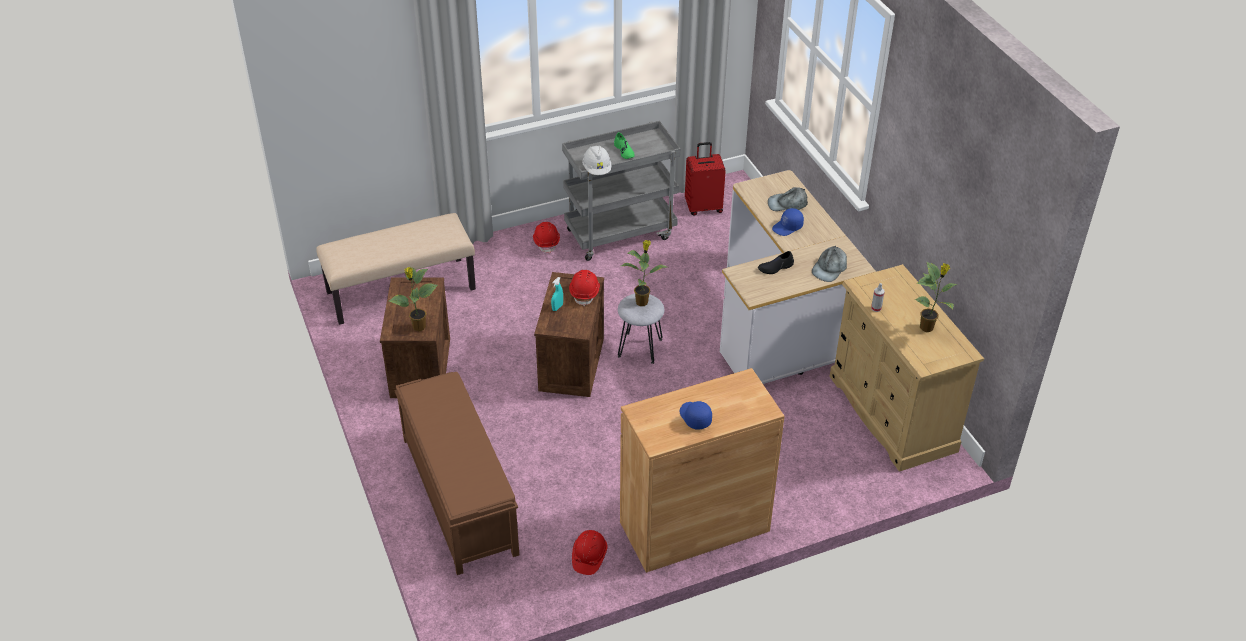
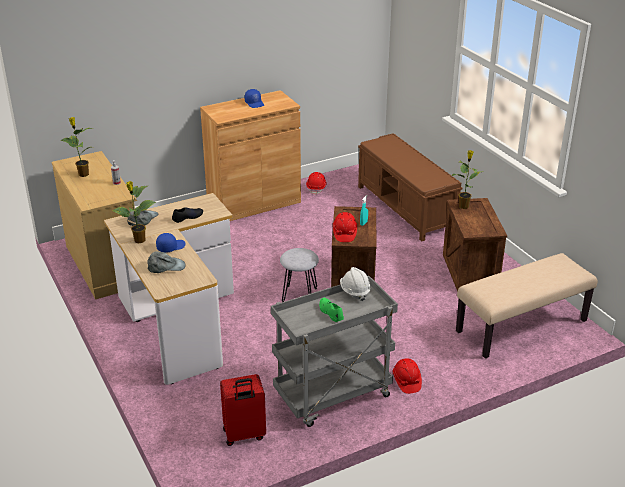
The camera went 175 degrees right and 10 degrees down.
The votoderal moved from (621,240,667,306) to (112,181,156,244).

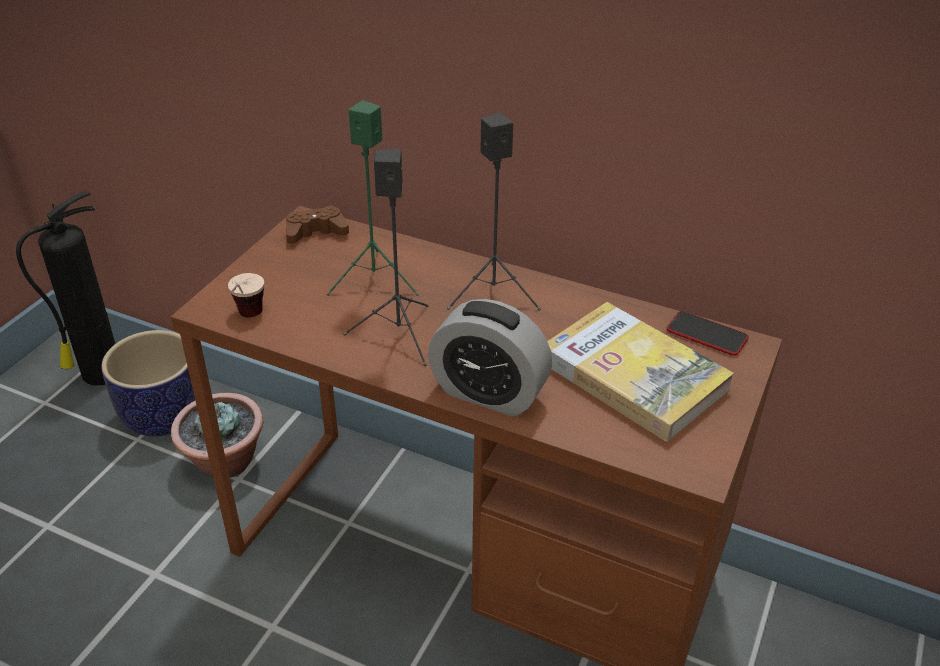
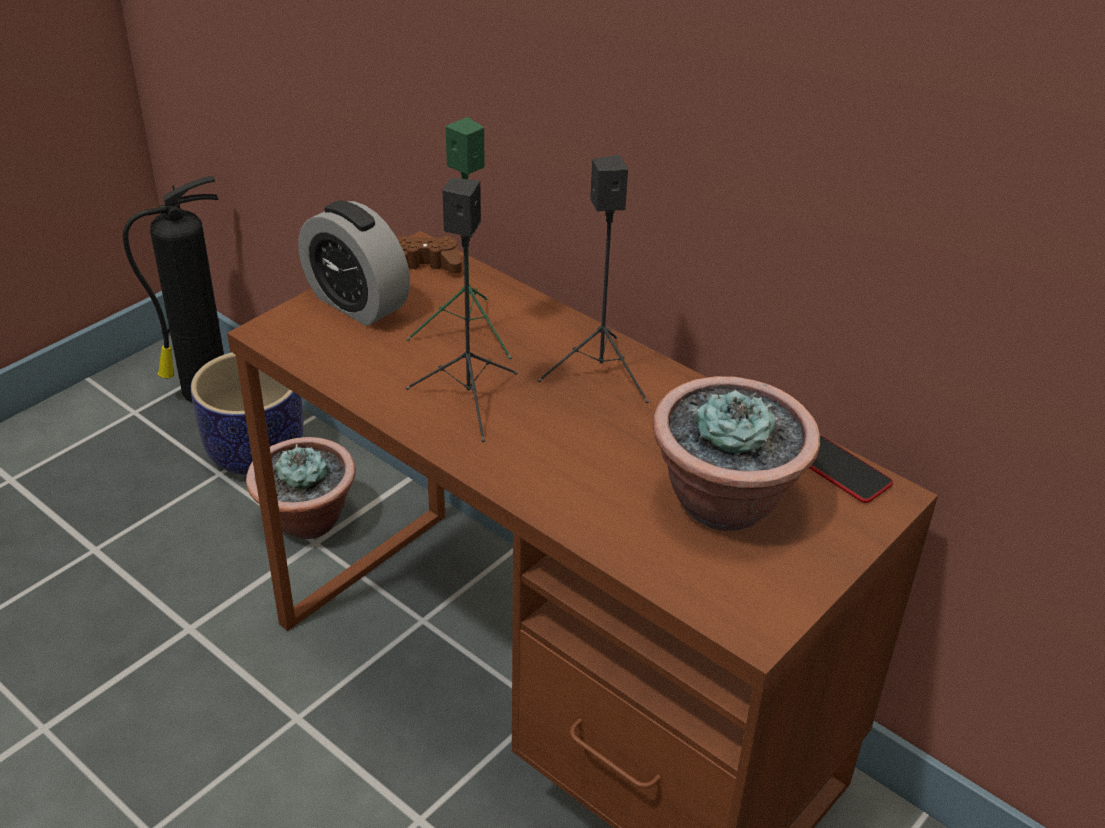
The camera went 15 degrees right and 0 degrees up.
The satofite at (228,273,264,318) disappeared.
The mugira moved from (428,299,552,416) to (298,200,410,326).
The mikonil at (547,302,734,442) was replaced by the votoderal at (652,376,820,531).

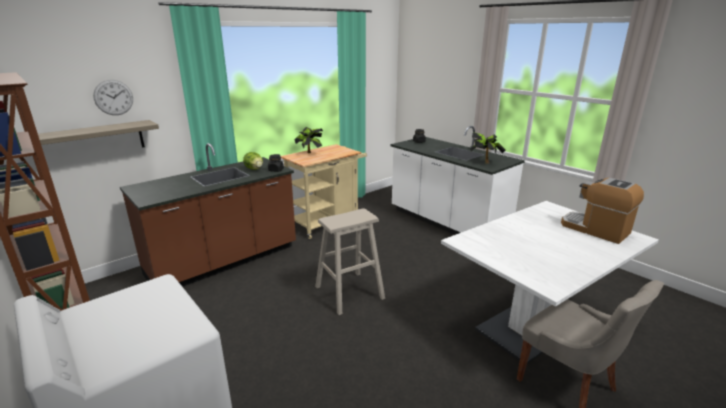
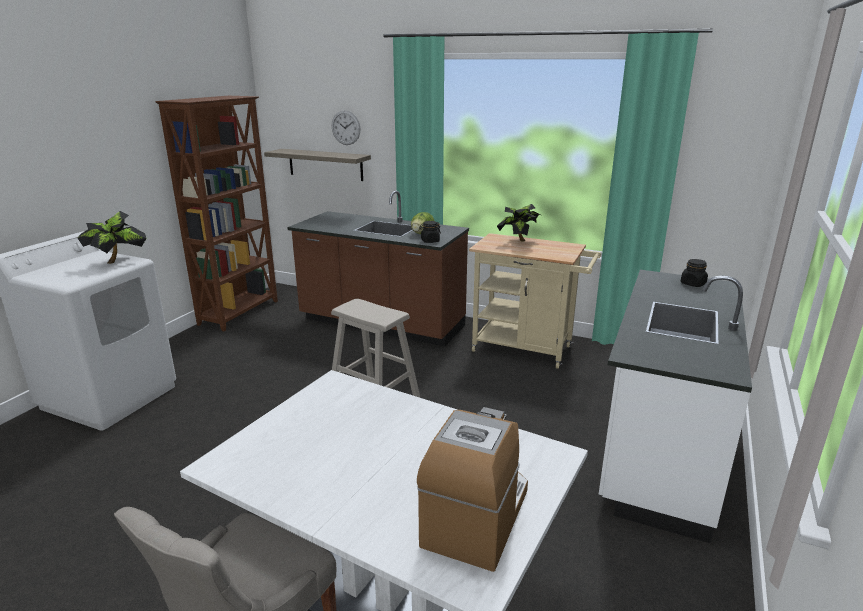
The camera went 65 degrees right and 0 degrees up.
The votoderal moved from (470,132,505,164) to (77,211,146,264).

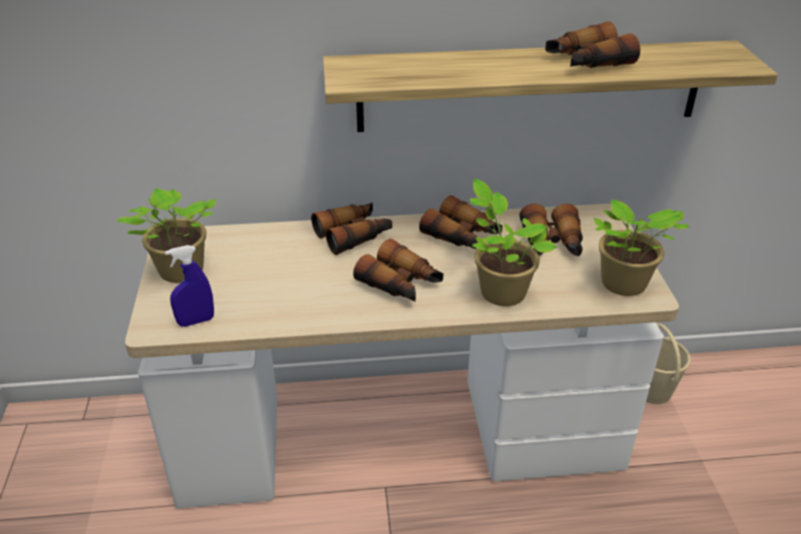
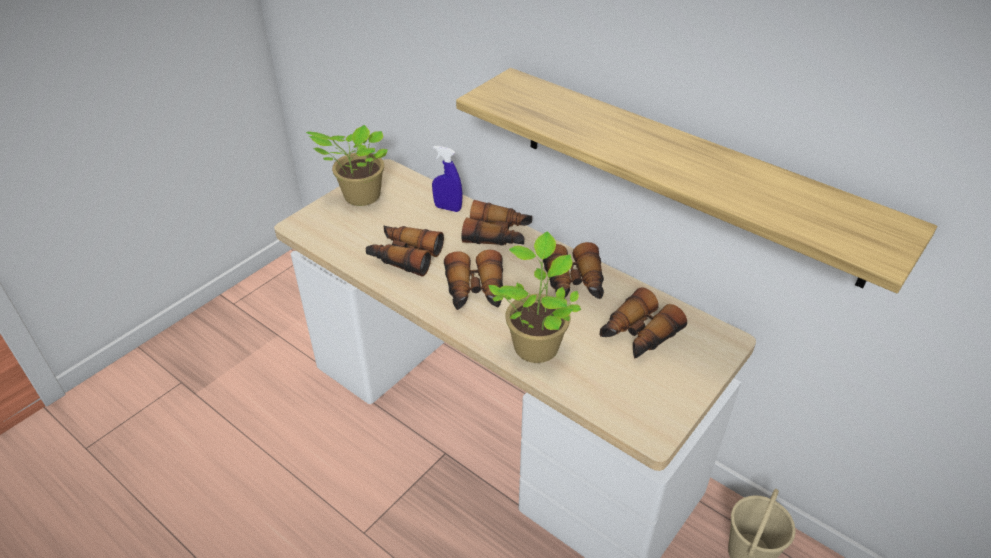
The camera went 45 degrees right and 5 degrees up.
The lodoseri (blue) moved from (165,245,214,327) to (432,146,462,212).
The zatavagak moved from (545,22,640,68) to (366,225,444,277).
The votoderal at (594,200,690,296) disappeared.

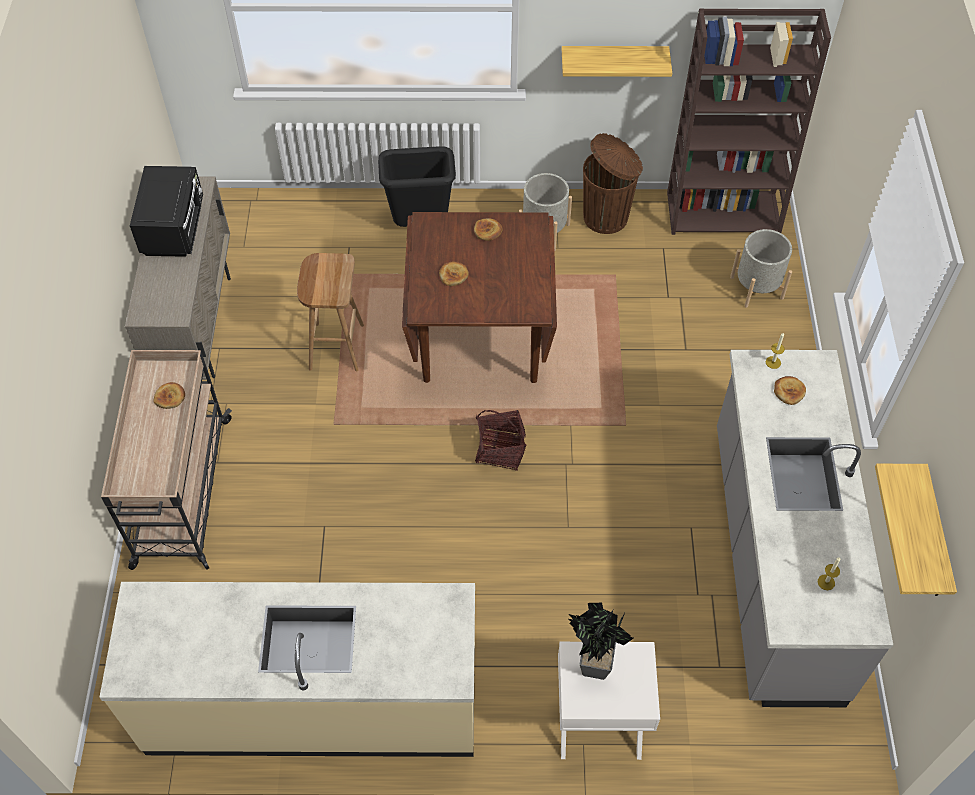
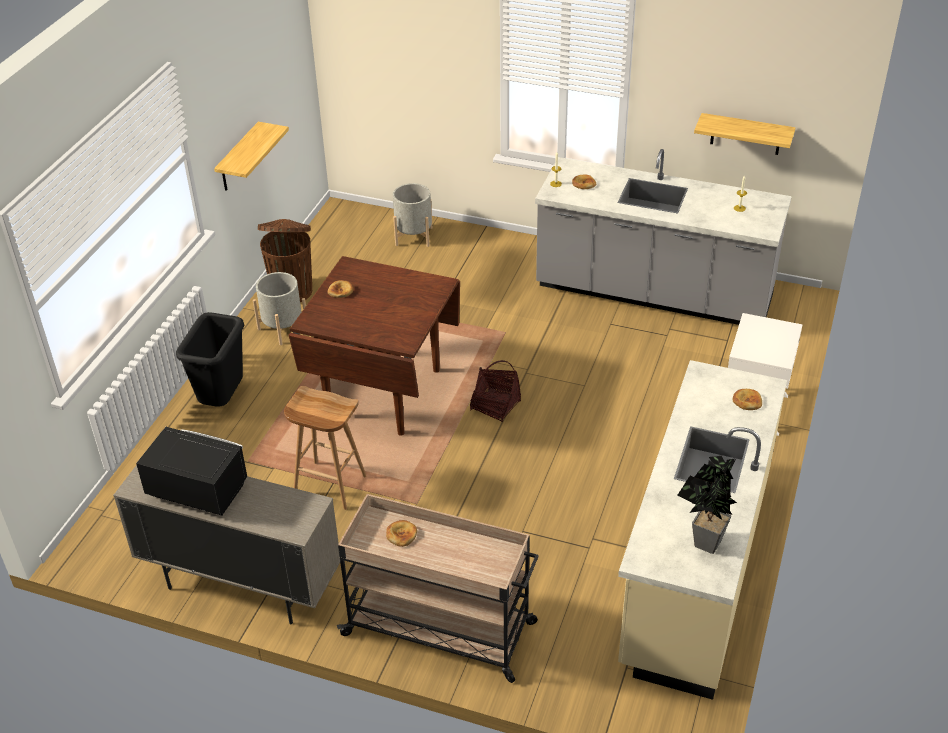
The camera went 70 degrees left and 15 degrees down.
The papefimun moved from (439,262,469,286) to (733,389,762,410).
The votoderal moved from (568,603,634,680) to (677,456,737,554).
The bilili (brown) at (667,8,831,235) disappeared.

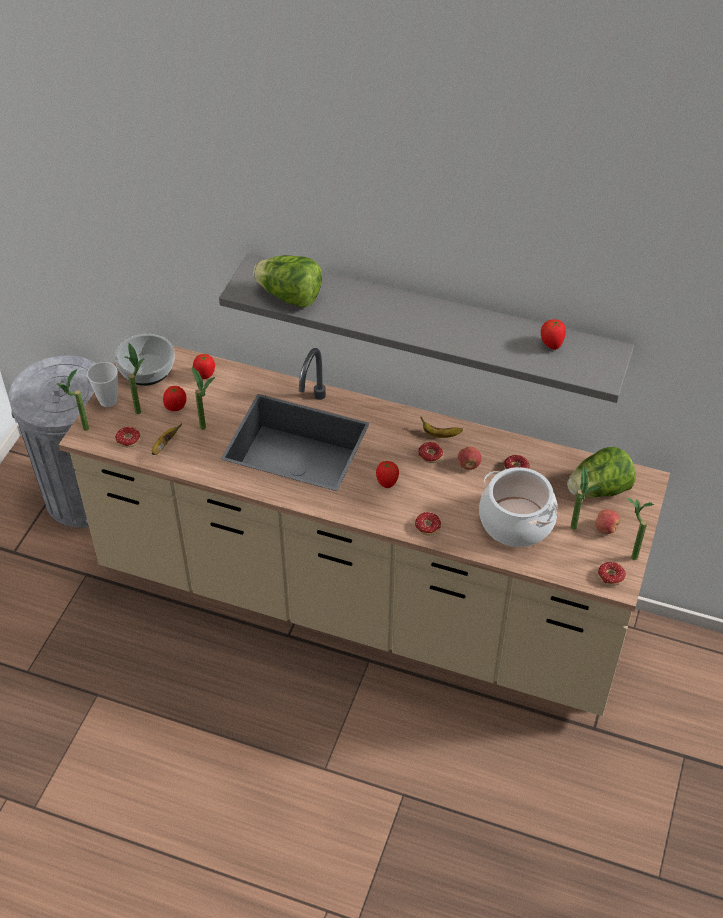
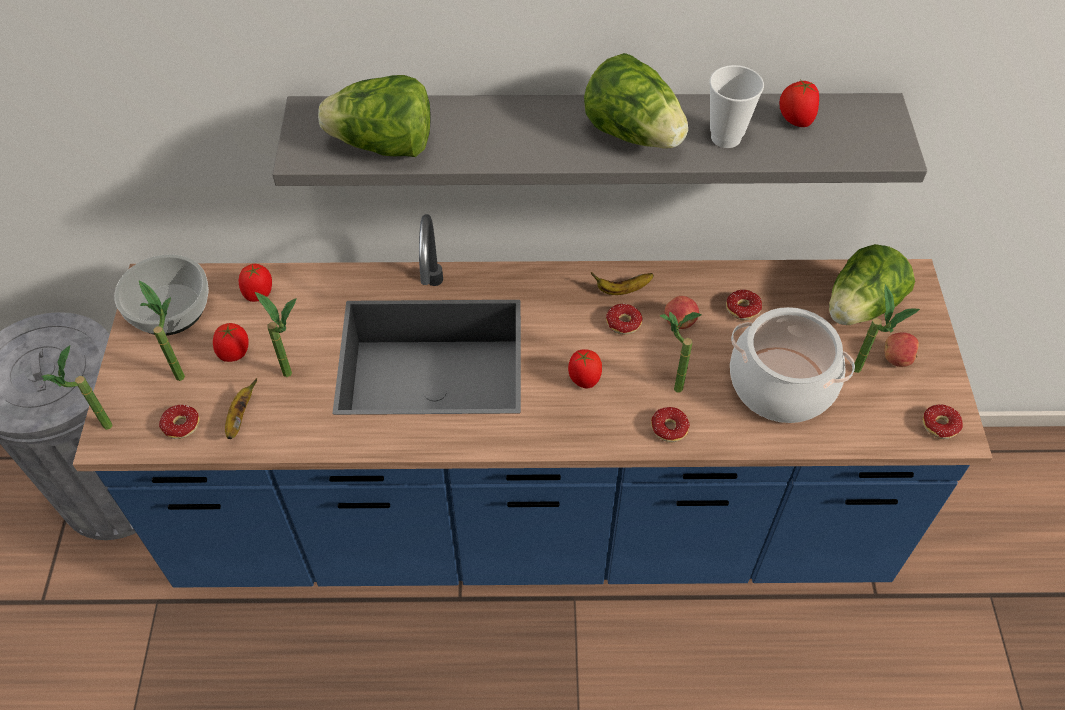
The camera went 20 degrees left and 5 degrees up.
The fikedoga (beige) at (59,346,670,716) became the fikedoga (blue) at (73,214,992,588).
The satofite moved from (87,362,118,407) to (709,65,764,148).
The votoderal moved from (626,498,654,560) to (659,311,702,393).
The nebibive at (584,53,688,149) appeared.

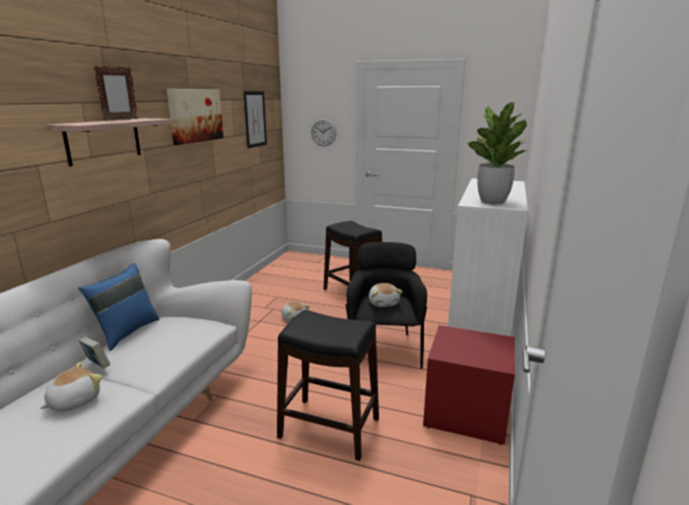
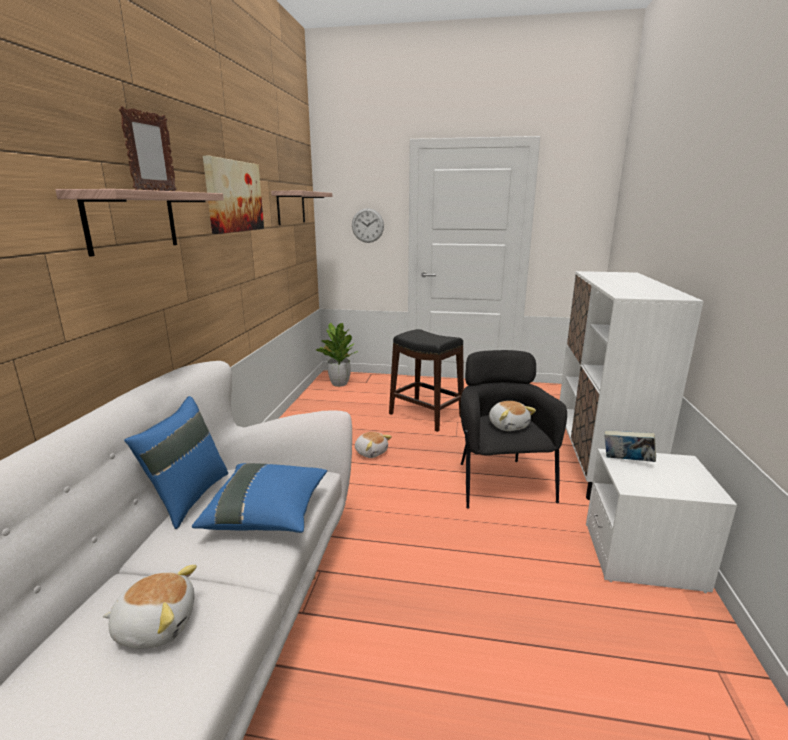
The camera went 10 degrees left and 0 degrees up.
The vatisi at (40,362,102,412) turned 60 degrees clockwise.
The mikonil moved from (78,337,110,369) to (604,430,656,462).
The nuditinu at (243,91,267,148) was replaced by the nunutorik at (271,191,332,225).
The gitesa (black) at (277,310,379,461) disappeared.
The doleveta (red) at (423,325,515,445) became the doleveta (white) at (586,449,737,593).
The votoderal moved from (467,102,534,205) to (316,323,356,387).
The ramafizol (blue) at (192,463,327,533) appeared.

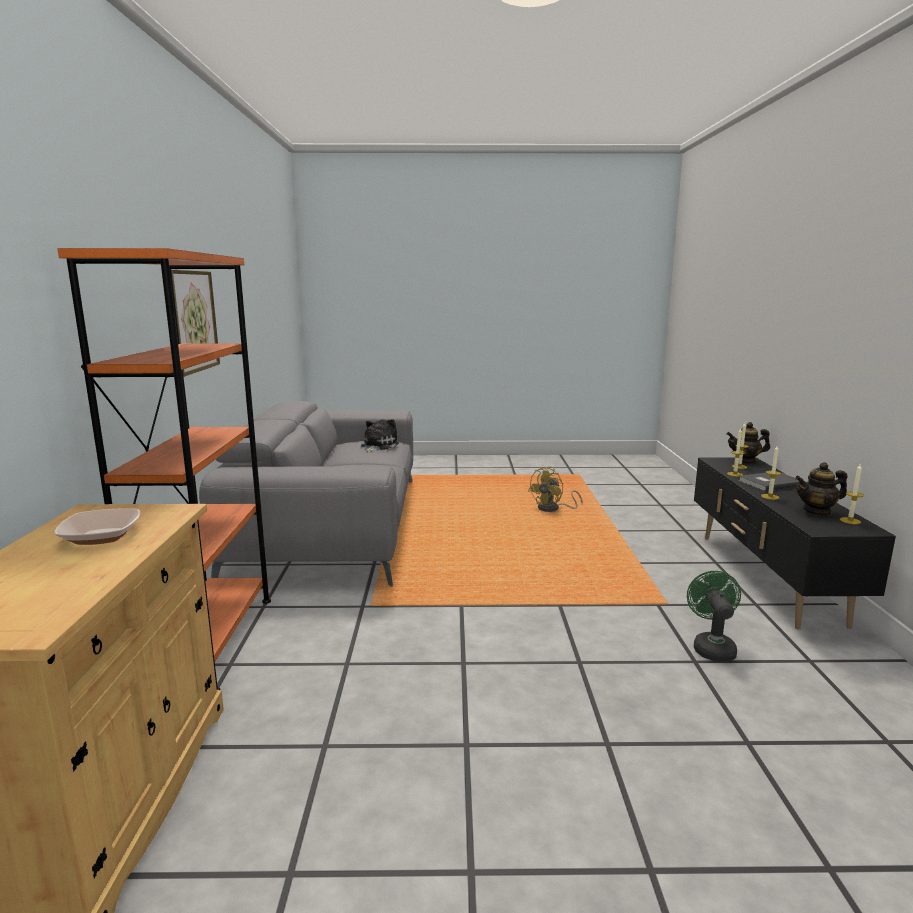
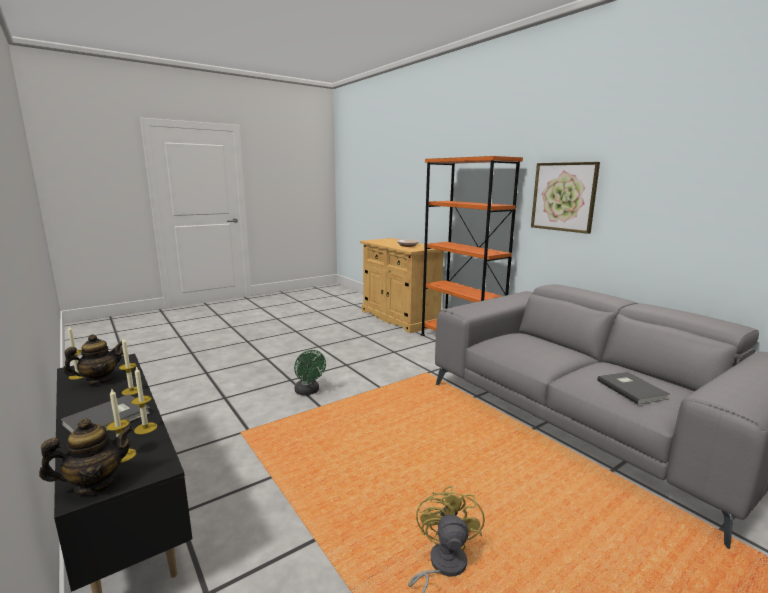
The camera went 145 degrees right and 0 degrees up.
The vatisi at (361,419,399,452) was replaced by the mikonil (grey) at (597,372,670,404).
The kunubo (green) moved from (687,571,741,662) to (294,350,326,395).

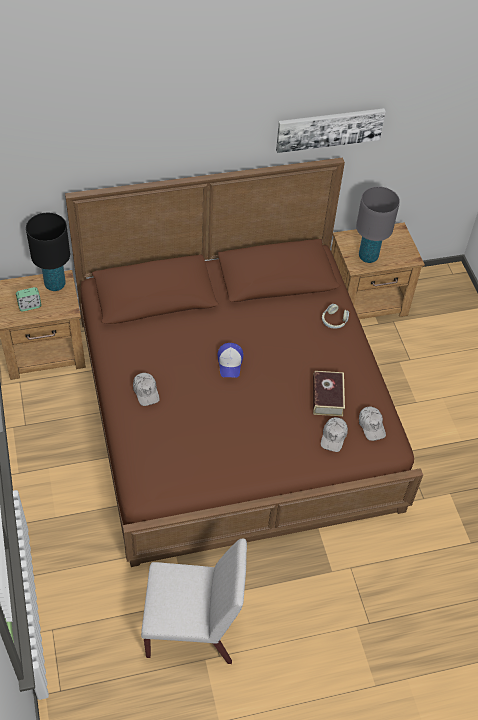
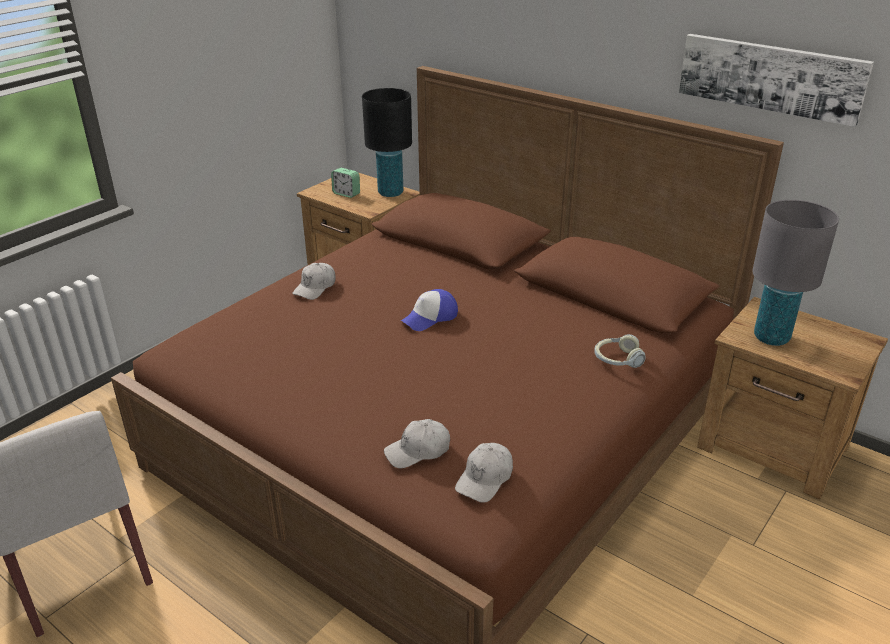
The camera went 55 degrees right and 20 degrees down.
The mikonil at (313,371,345,416) disappeared.

